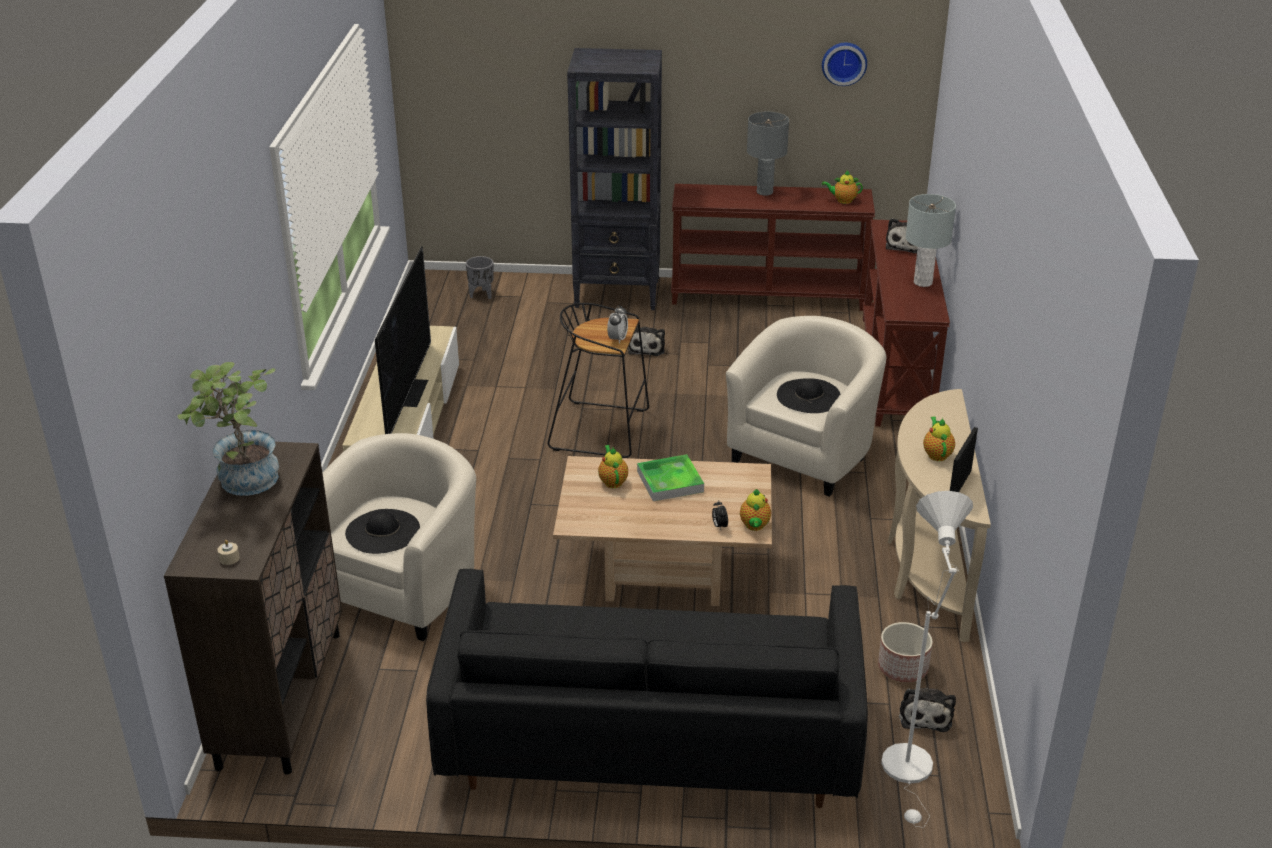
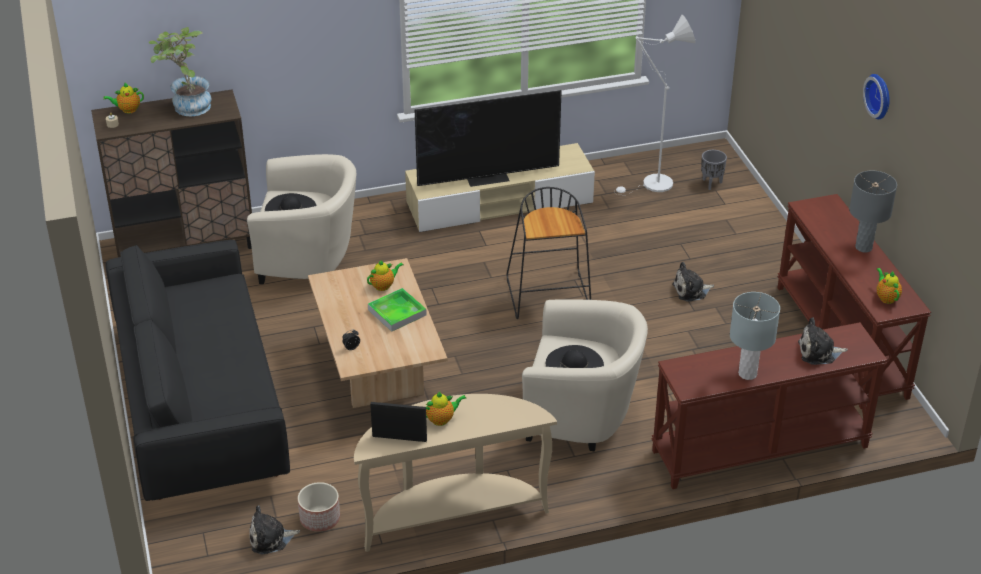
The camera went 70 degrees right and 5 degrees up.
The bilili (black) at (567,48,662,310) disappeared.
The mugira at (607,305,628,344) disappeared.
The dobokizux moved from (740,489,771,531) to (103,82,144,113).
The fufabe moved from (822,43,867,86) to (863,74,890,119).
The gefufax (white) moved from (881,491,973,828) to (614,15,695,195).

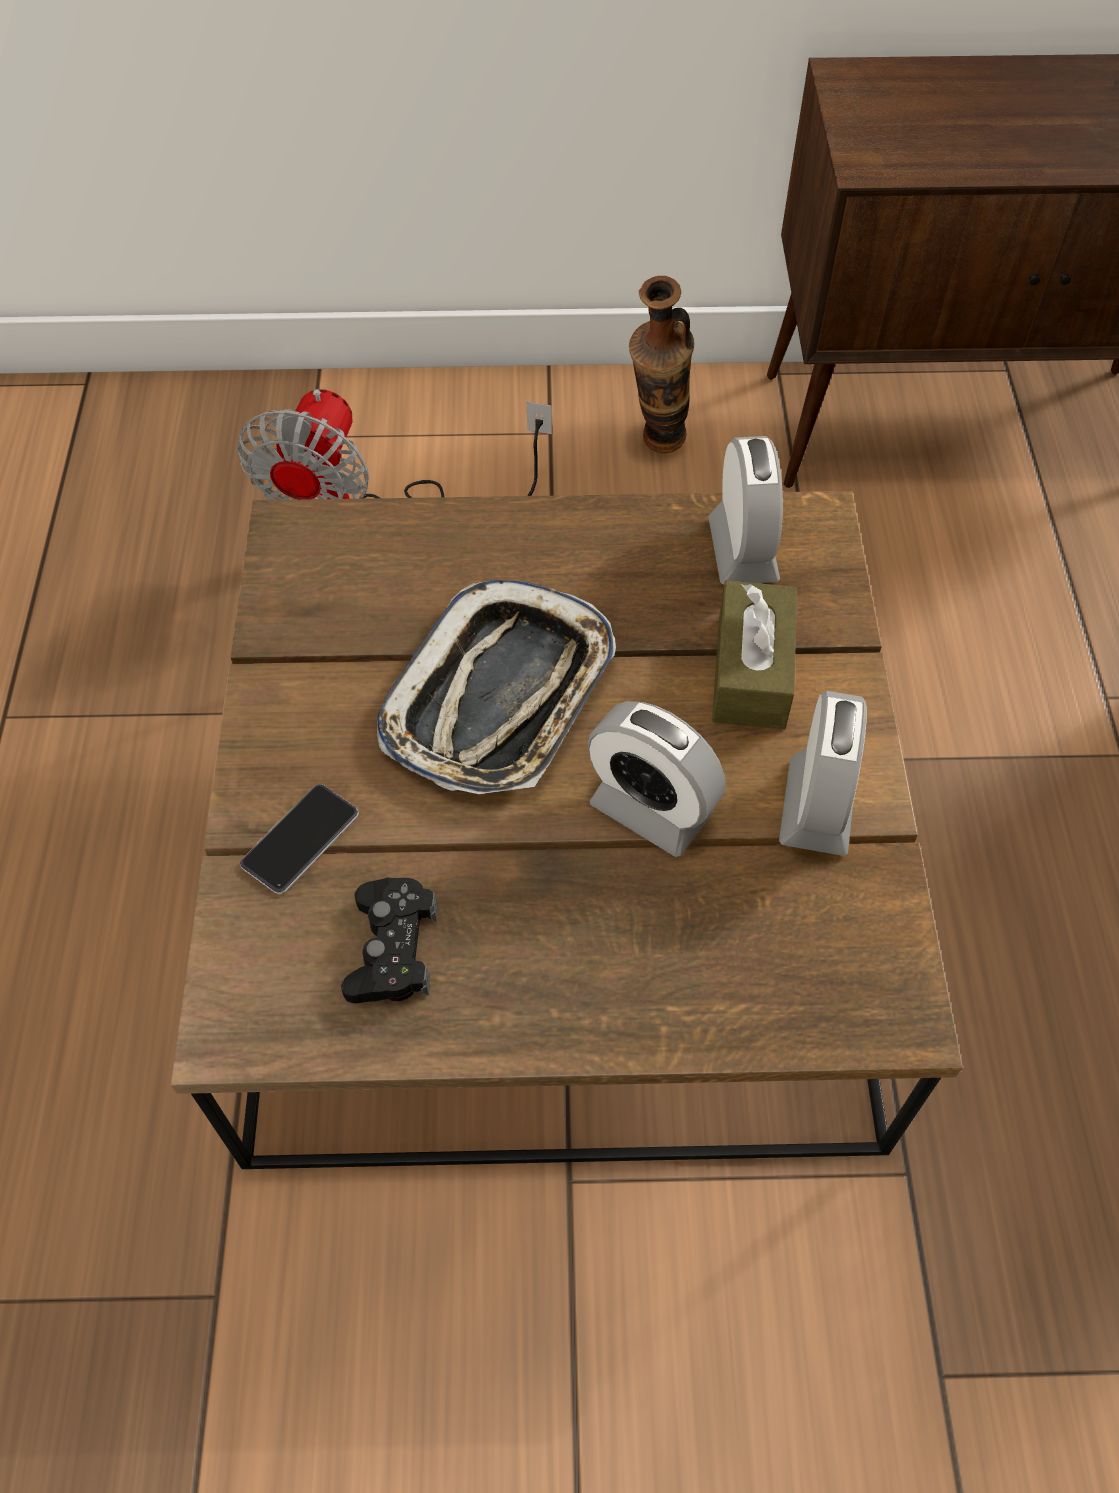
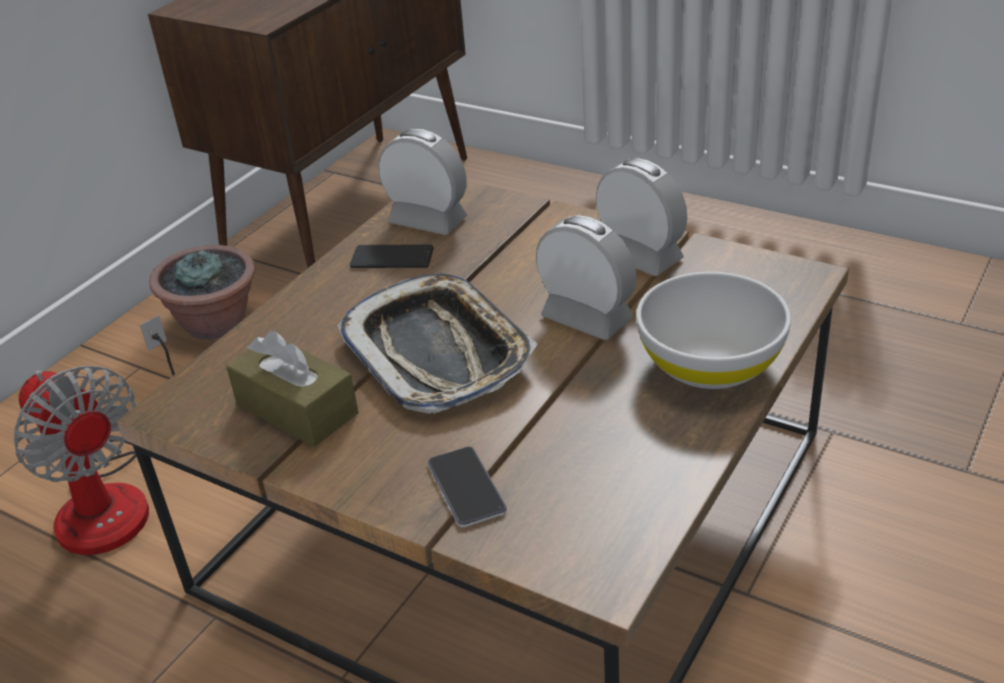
The camera went 55 degrees left and 20 degrees down.
The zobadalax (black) at (341,878,438,1003) disappeared.
The mugira at (588,701,726,857) turned 120 degrees counterclockwise.
The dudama at (629,276,694,453) was replaced by the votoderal at (149,245,256,340).
The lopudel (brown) moved from (712,580,797,729) to (226,331,359,447).
The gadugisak at (350,244,434,268) appeared.
The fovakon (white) at (636,272,791,389) appeared.

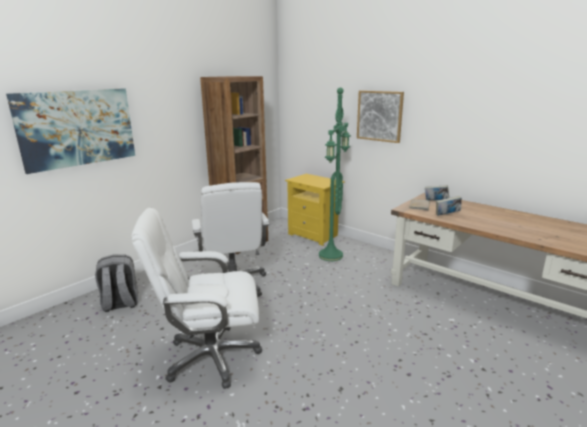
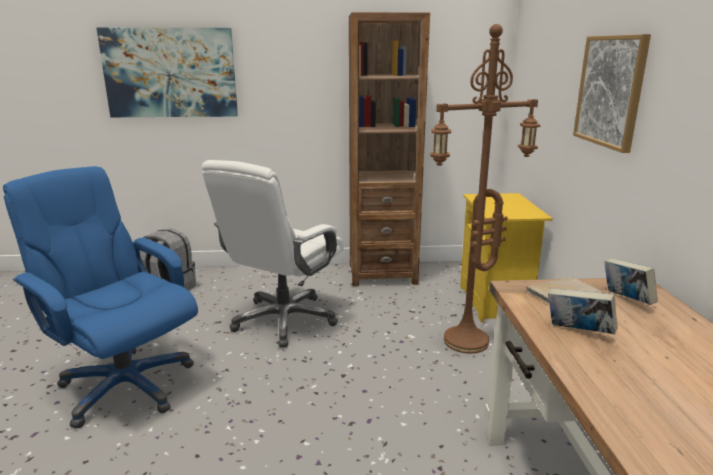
The camera went 45 degrees right and 0 degrees up.
The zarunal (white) at (131,208,262,389) became the zarunal (blue) at (3,166,198,429).
The gefufax (green) at (319,88,351,261) became the gefufax (brown) at (430,24,541,354).

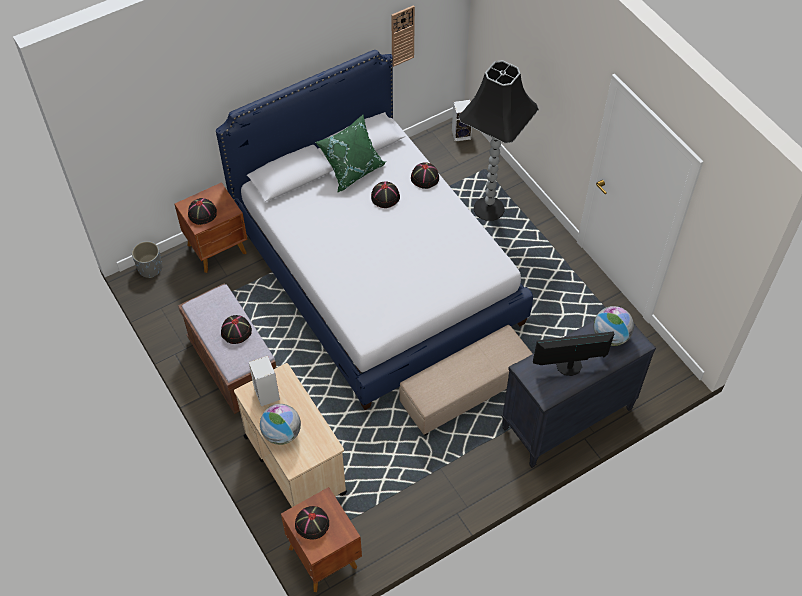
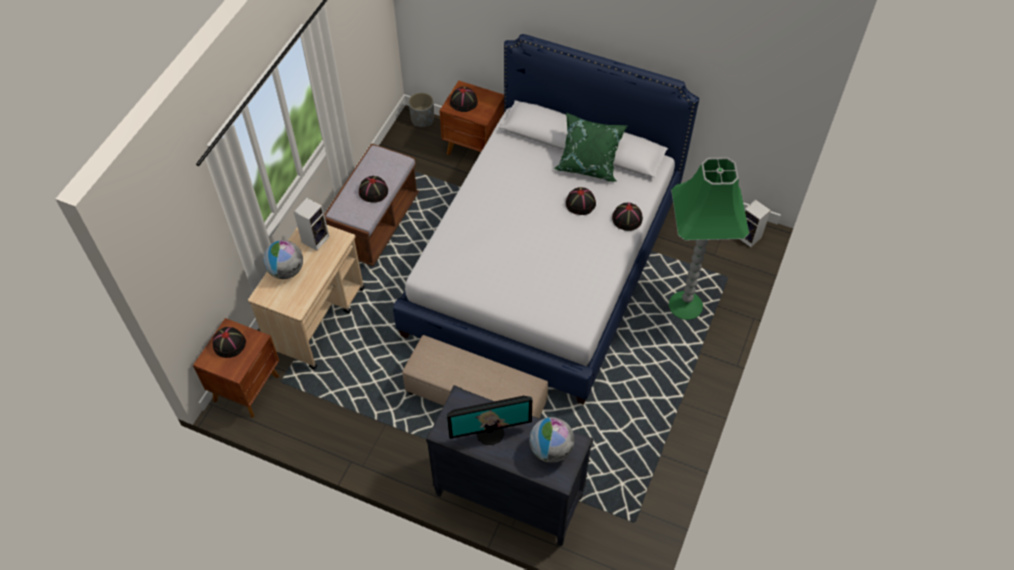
The camera went 55 degrees right and 0 degrees up.
The fufabe at (391,5,415,67) disappeared.
The gefufax (black) at (459,60,539,221) became the gefufax (green) at (669,157,749,320).
The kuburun at (533,331,614,376) turned 120 degrees clockwise.

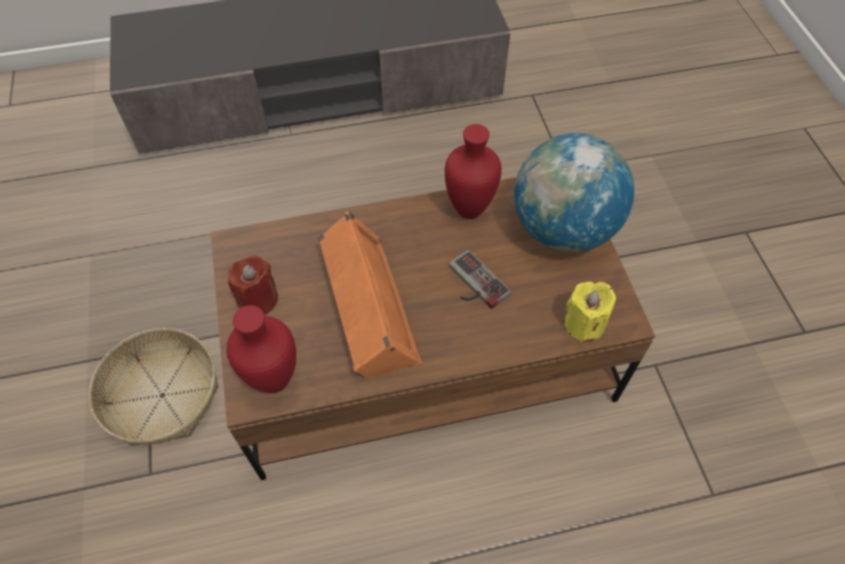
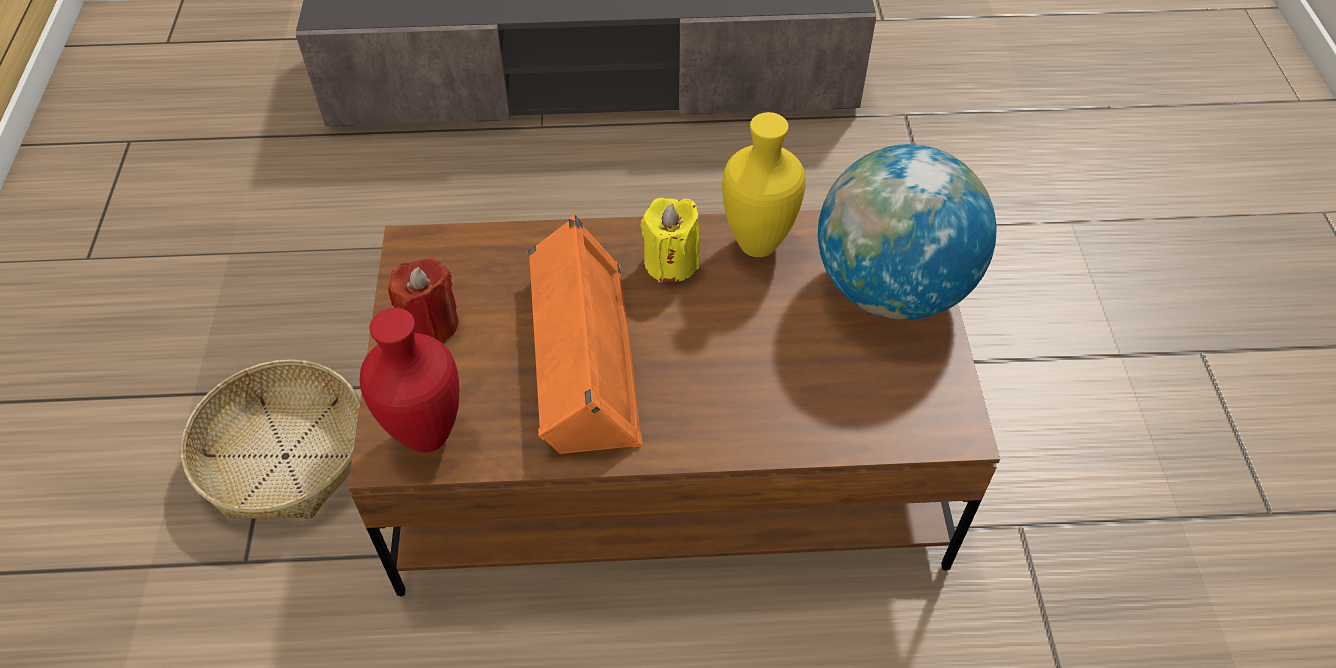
The camera went 10 degrees right and 5 degrees down.
The dudama (red) at (445,124,502,219) became the dudama (yellow) at (722,112,806,257).
The zobadalax at (449,250,511,309) disappeared.
The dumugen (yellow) moved from (564,282,616,343) to (641,197,700,283).

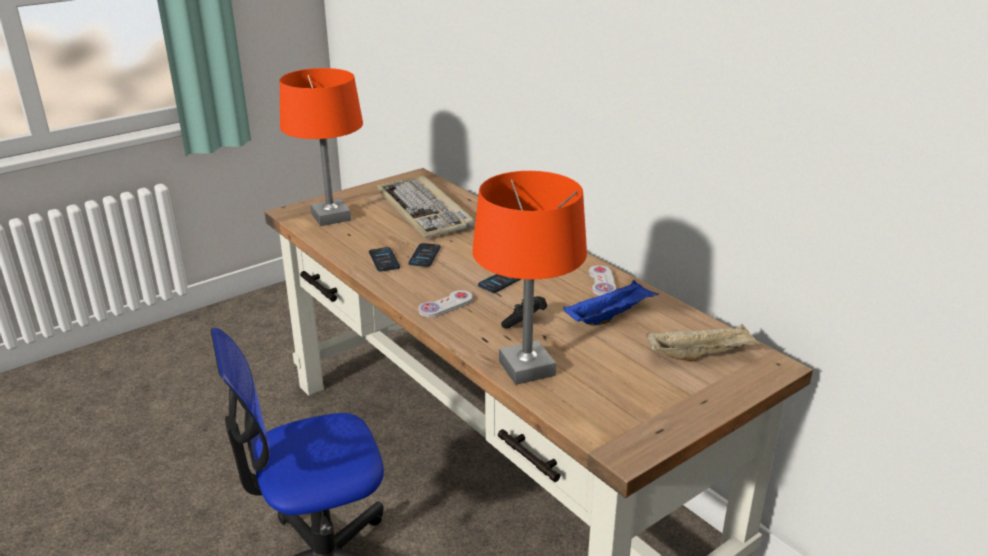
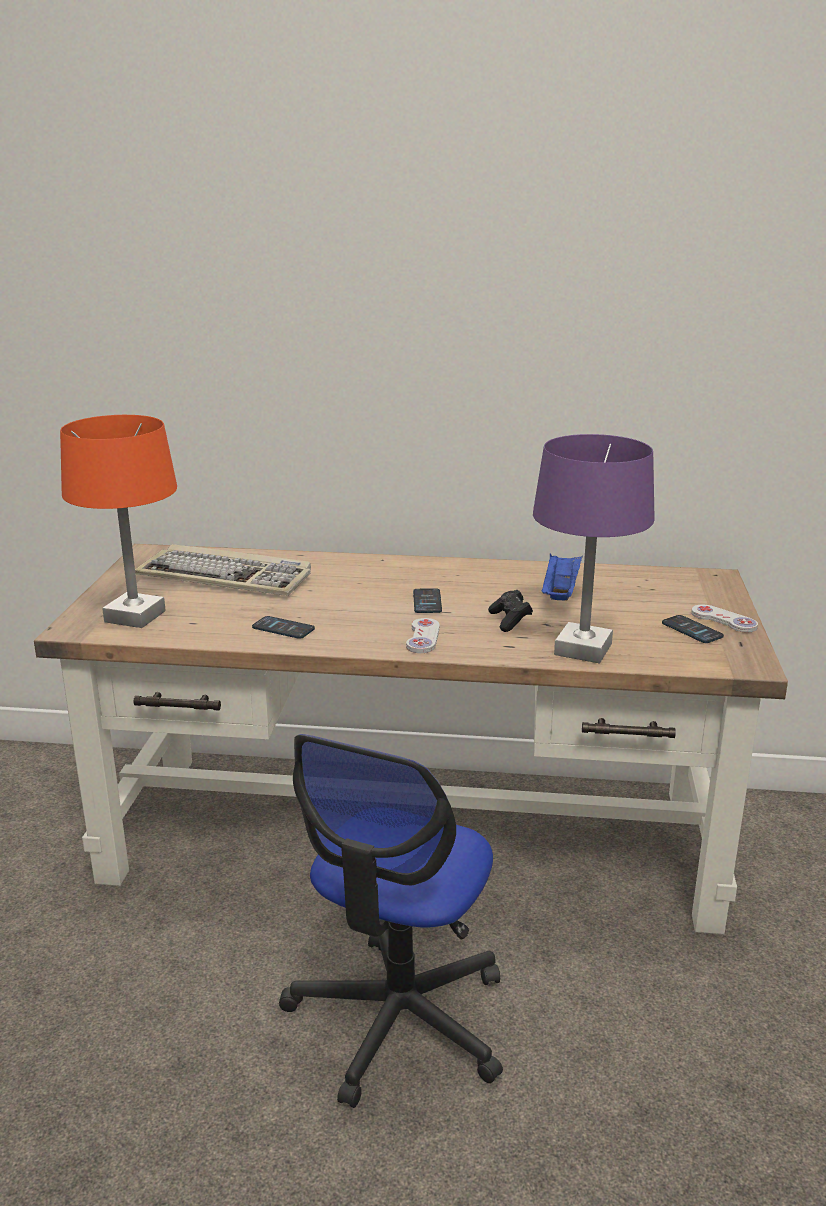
The camera went 45 degrees left and 5 degrees down.
The gadugisak moved from (409,243,441,267) to (662,615,724,643).
The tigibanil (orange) at (472,171,587,385) became the tigibanil (purple) at (533,434,655,663).
The zobadalax (white) moved from (589,265,616,296) to (691,605,758,633).
The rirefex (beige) at (647,324,761,361) disappeared.

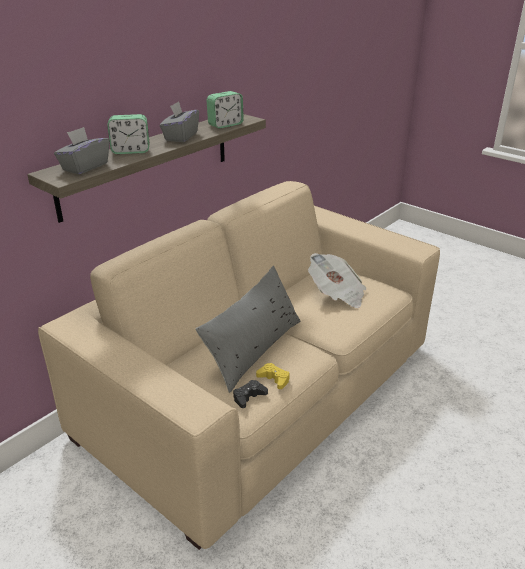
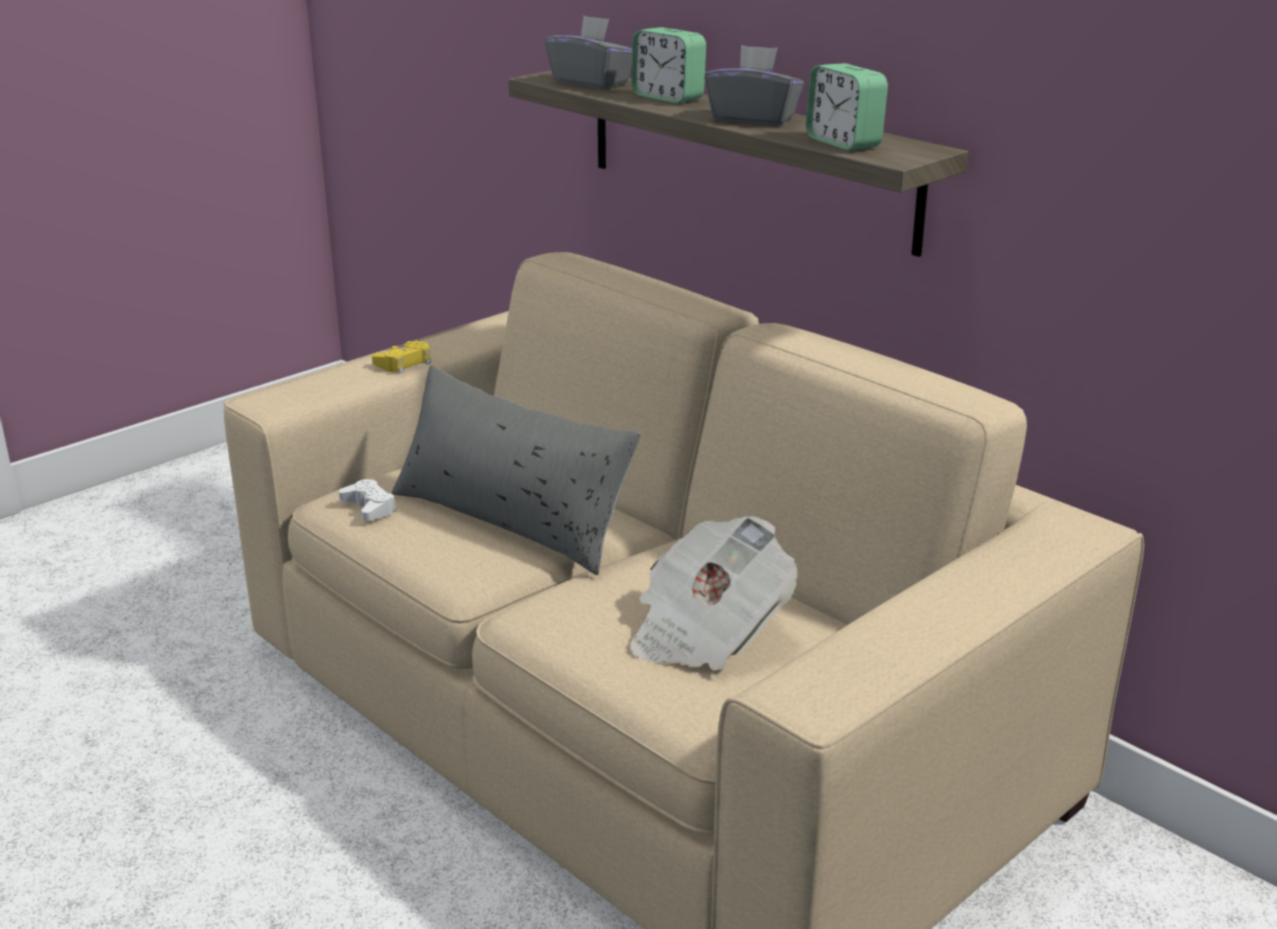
The camera went 95 degrees right and 5 degrees down.
The mugira at (107,114,149,154) turned 45 degrees counterclockwise.
The zobadalax (black) at (233,380,268,408) became the zobadalax (white) at (338,479,397,521).
The zobadalax (yellow) moved from (256,363,290,389) to (372,341,431,374).

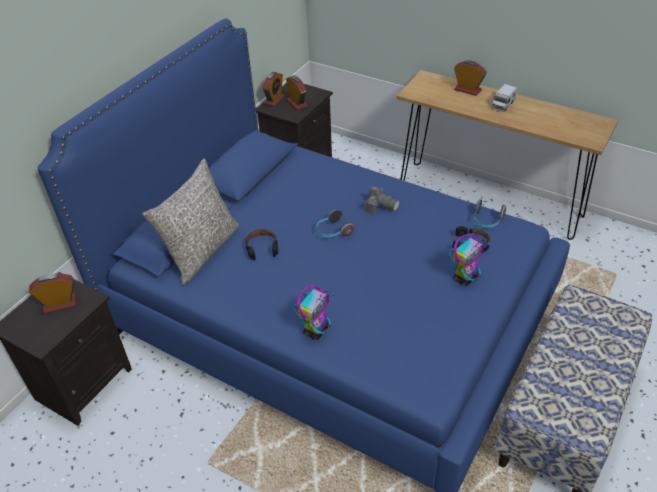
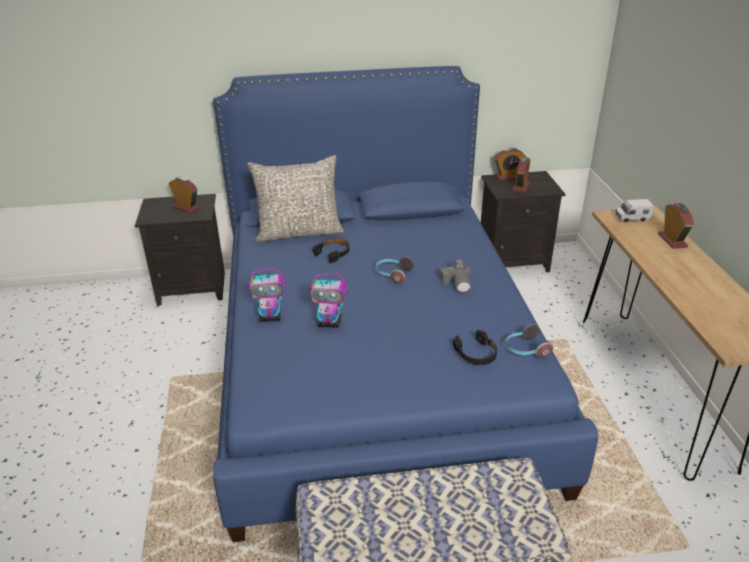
The camera went 50 degrees right and 10 degrees down.
The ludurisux moved from (449,234,491,286) to (310,273,347,328).
The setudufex moved from (491,84,517,111) to (615,199,654,222).

